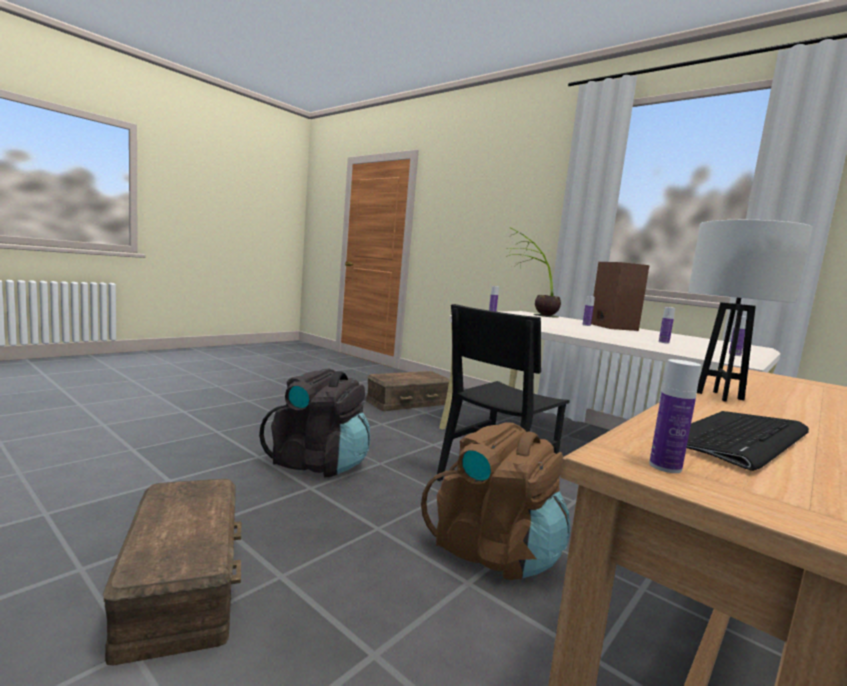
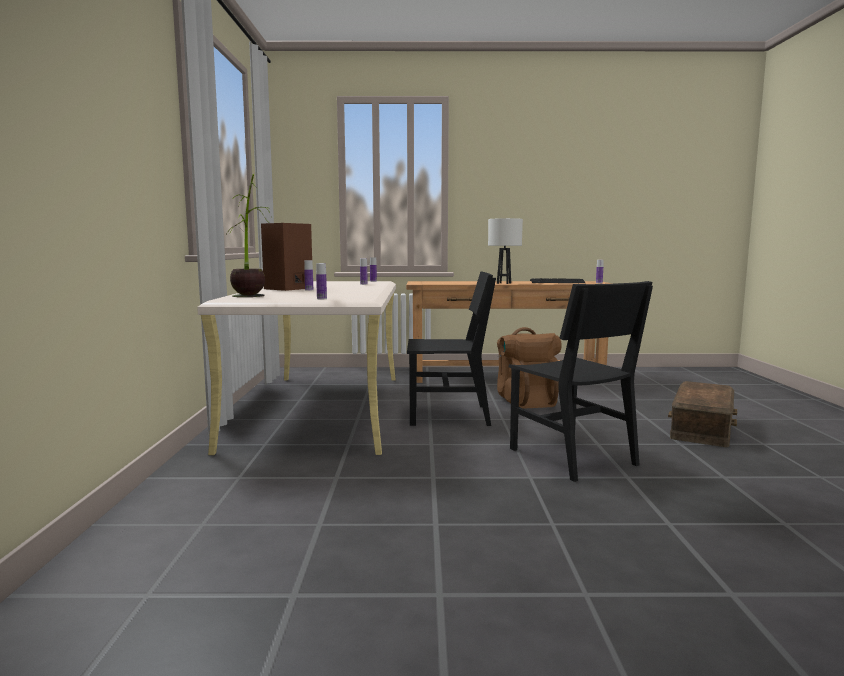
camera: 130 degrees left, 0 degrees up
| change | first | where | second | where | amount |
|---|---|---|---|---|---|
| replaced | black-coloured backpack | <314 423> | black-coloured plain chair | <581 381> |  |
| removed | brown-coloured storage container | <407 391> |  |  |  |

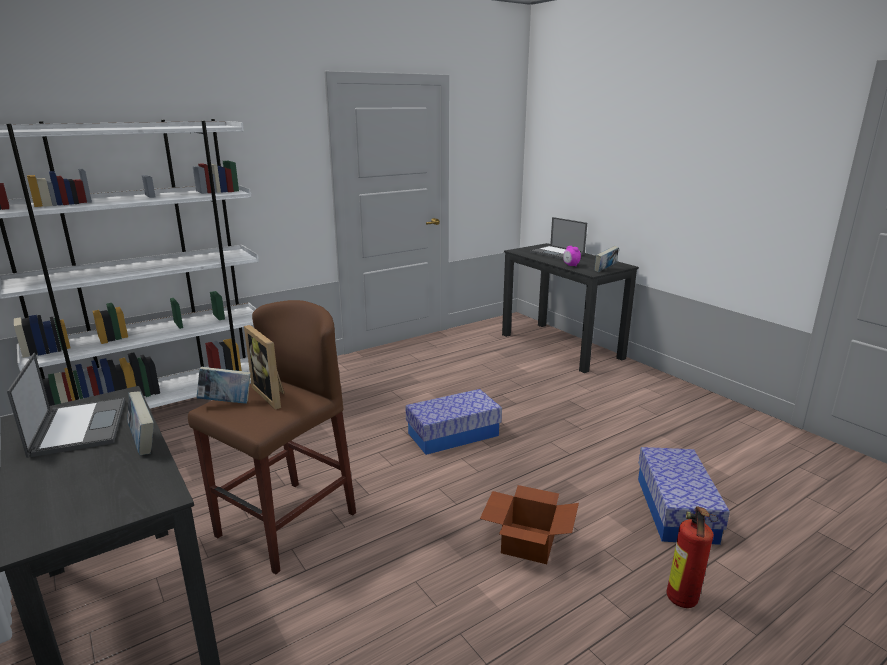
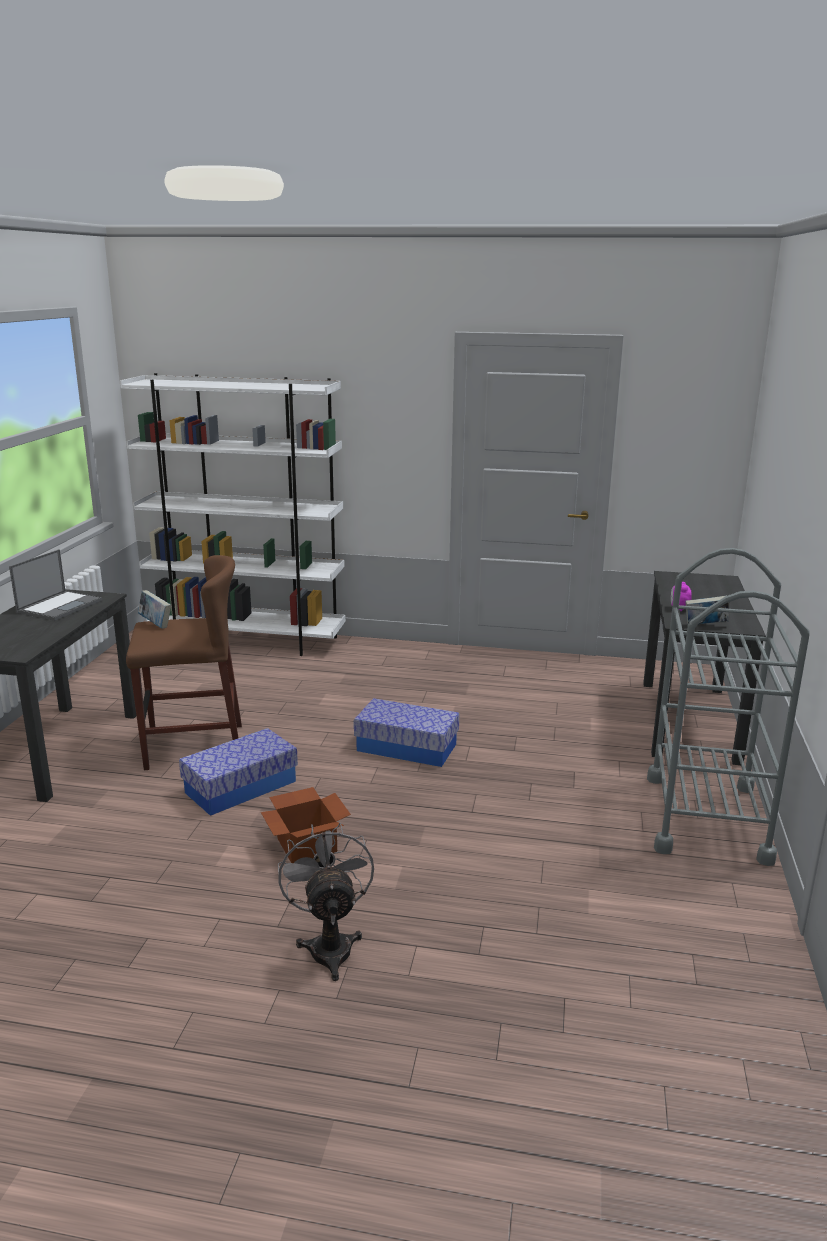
camera: 45 degrees right, 0 degrees up
| change | first | where | second | where | amount |
|---|---|---|---|---|---|
| removed | laptop | <558 238> |  |  |  |
| removed | picture frame | <264 367> |  |  |  |
| removed | book | <140 423> |  |  |  |
| moved | storage container | <684 496> |  | <238 772> |  |
| replaced | fire extinguisher | <692 557> | grey electric fan | <326 902> |  |
| added |  |  | grey trolley | <728 707> |  |

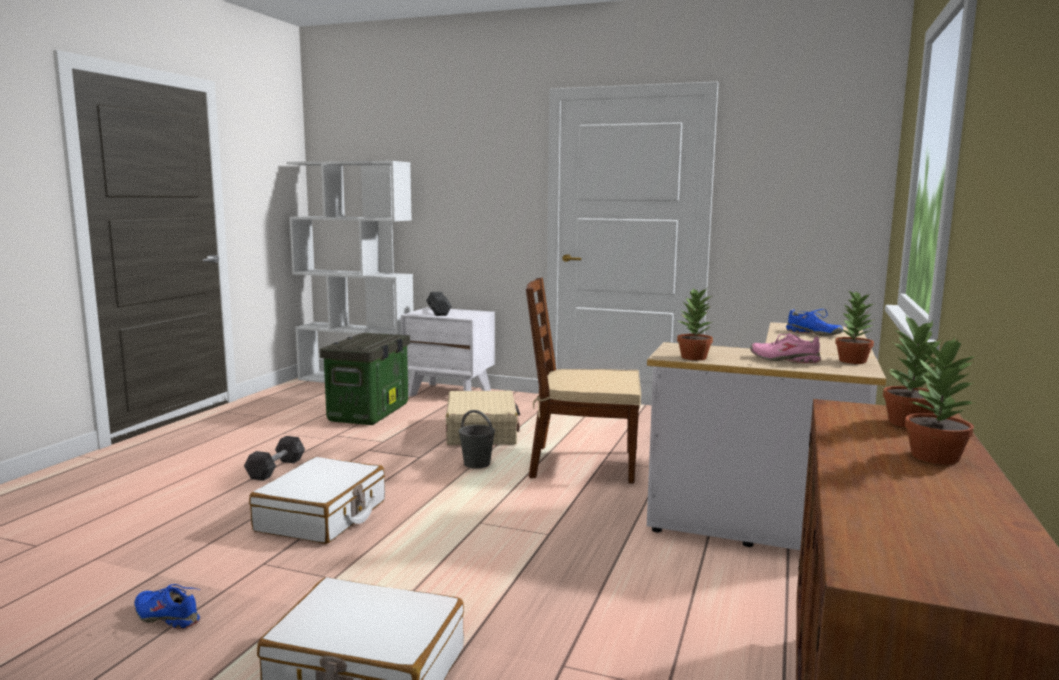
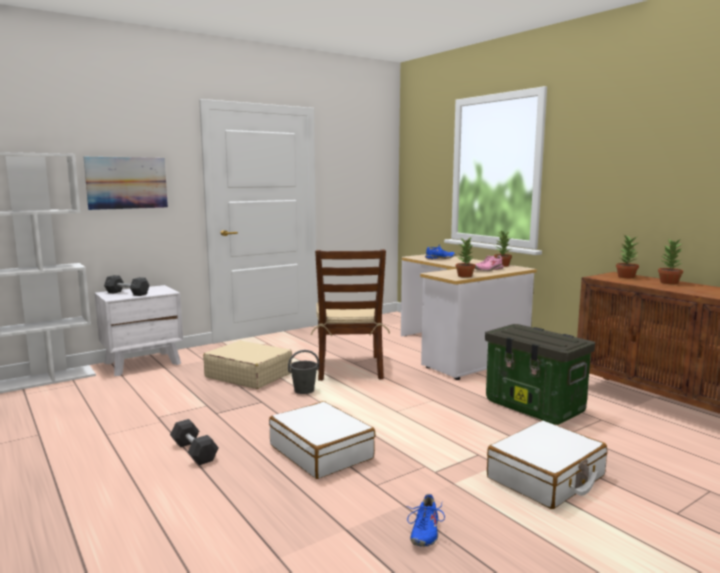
camera: 55 degrees left, 0 degrees up
| change | first | where | second | where | amount |
|---|---|---|---|---|---|
| turned | brown-coloured plain chair | <583 380> |  | <350 315> | 45 degrees counterclockwise |
| moved | storage container | <365 379> |  | <540 374> |  |
| turned | blue shoe | <167 606> |  | <425 520> | 45 degrees counterclockwise |
| added |  |  | wall picture | <126 183> |  |

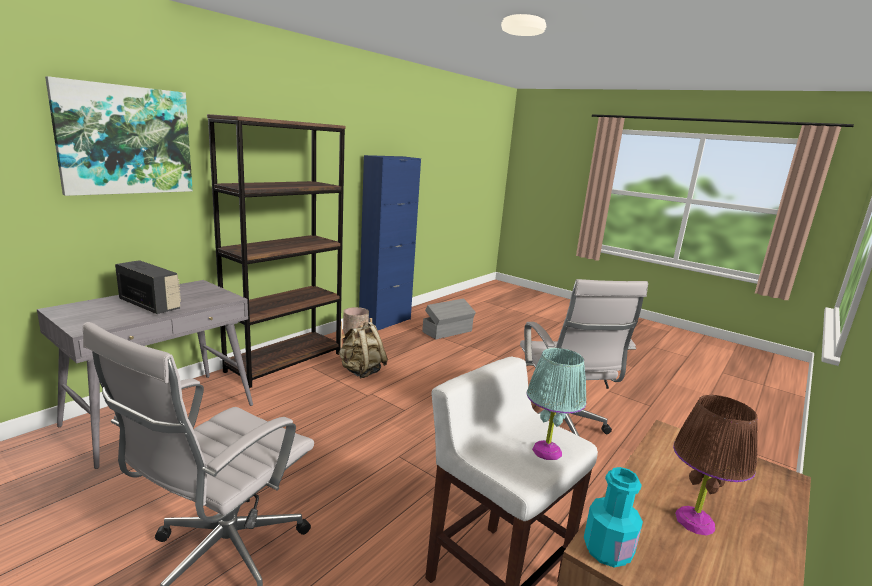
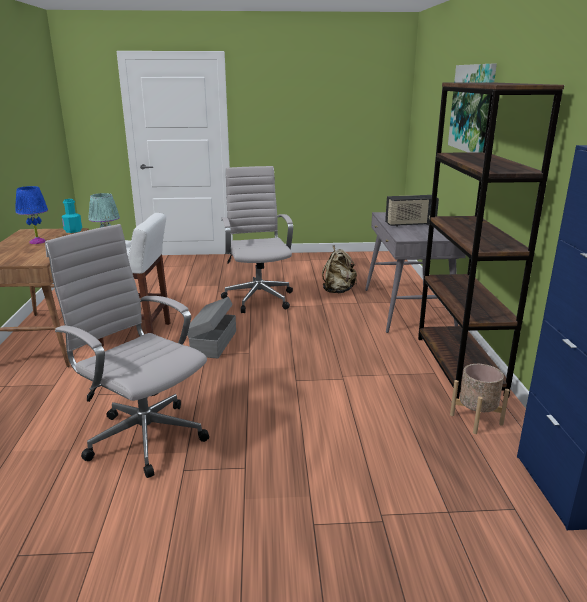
camera: 140 degrees right, 5 degrees up
| change | first | where | second | where | amount |
|---|---|---|---|---|---|
| moved | grey storage container | <449 319> |  | <211 327> |  |
| moved | sand-coloured backpack | <363 350> |  | <339 269> |  |
| recoloured | brown-coloured lamp for a table | <715 465> | blue lamp for a table | <32 215> |  |

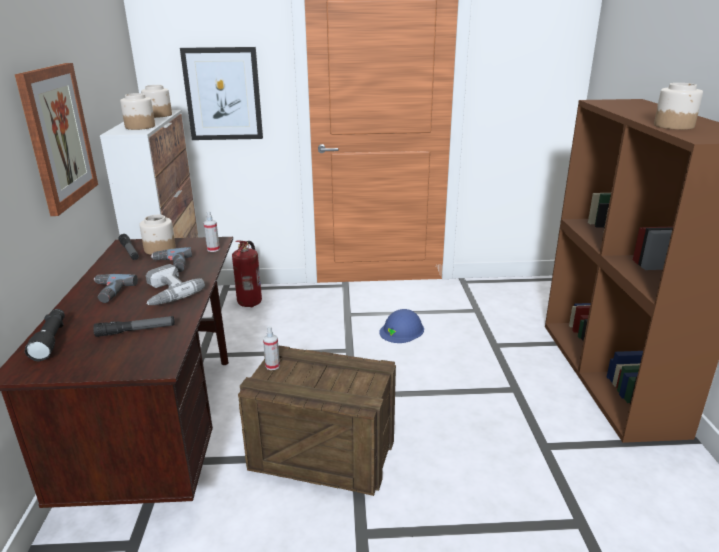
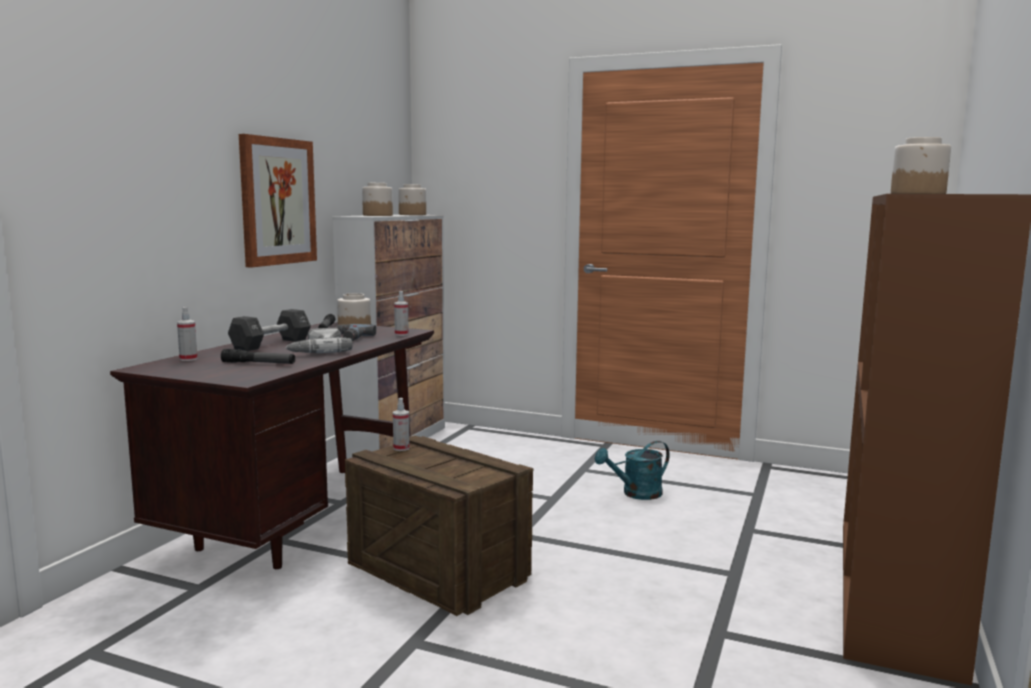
camera: 25 degrees right, 15 degrees down
| change | first | where | second | where | amount |
|---|---|---|---|---|---|
| removed | wall picture | <221 93> |  |  |  |
| removed | fire extinguisher | <247 273> |  |  |  |
| replaced | drill | <116 288> | black-coloured hand weight | <269 330> |  |
| replaced | black-coloured flashlight | <45 335> | hand sprayer | <187 334> |  |
| replaced | blue work helmet | <401 326> | turquoise watering pot | <632 470> |  |

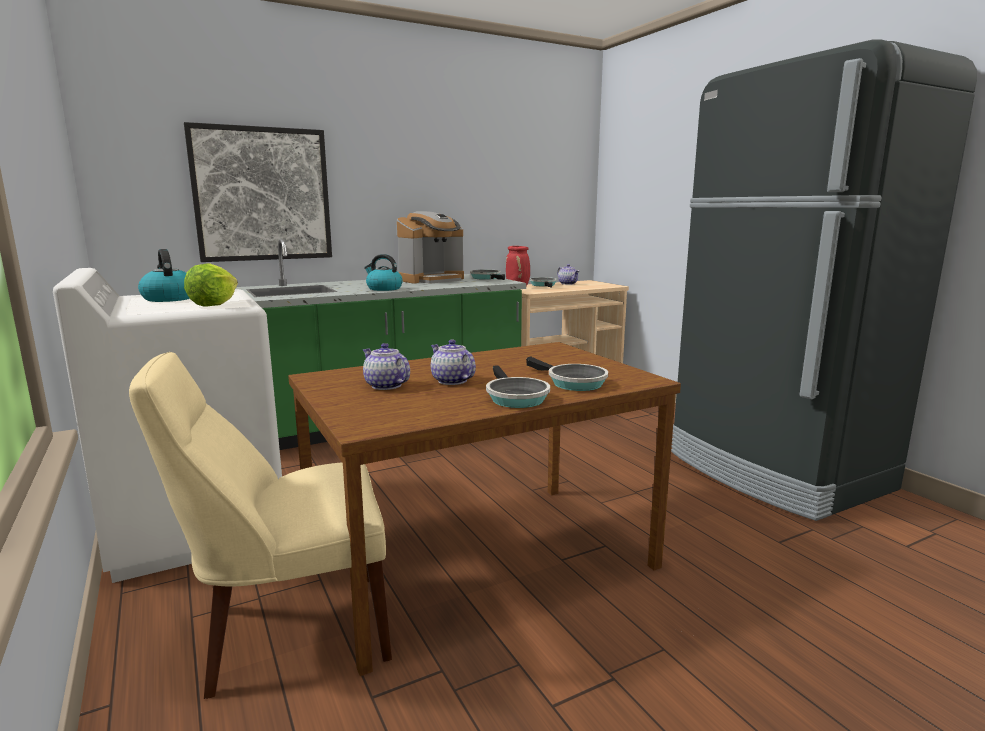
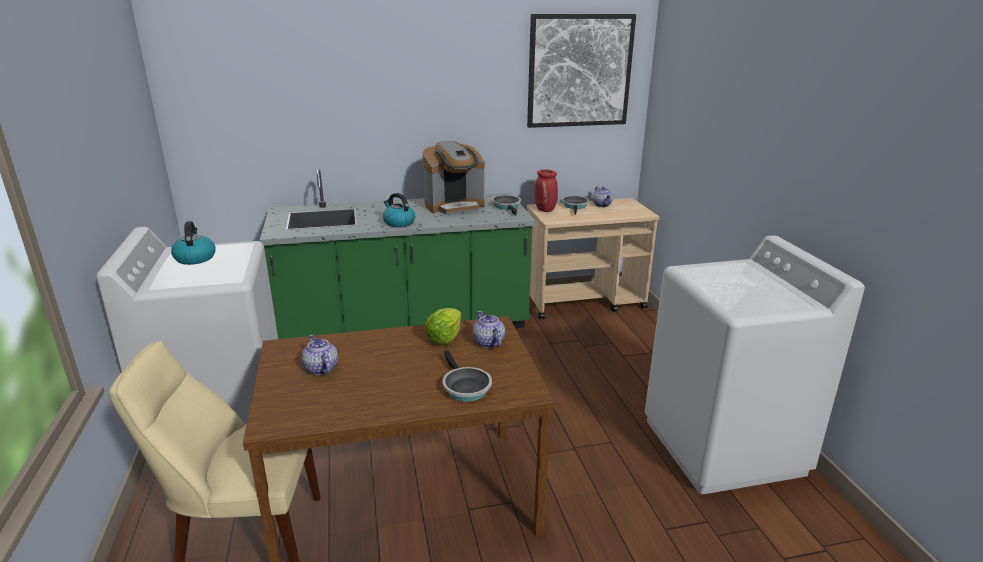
camera: 15 degrees right, 10 degrees up
| change | first | where | second | where | amount |
|---|---|---|---|---|---|
| replaced | black-coloured refrigerator | <824 280> | white-coloured washing machine | <755 364> |  |
| moved | wall picture | <258 192> |  | <581 71> |  |
| moved | lettuce | <211 285> |  | <443 326> |  |
| moved | pot for tea | <453 362> |  | <489 329> |  |
| removed | pan | <518 386> |  |  |  |

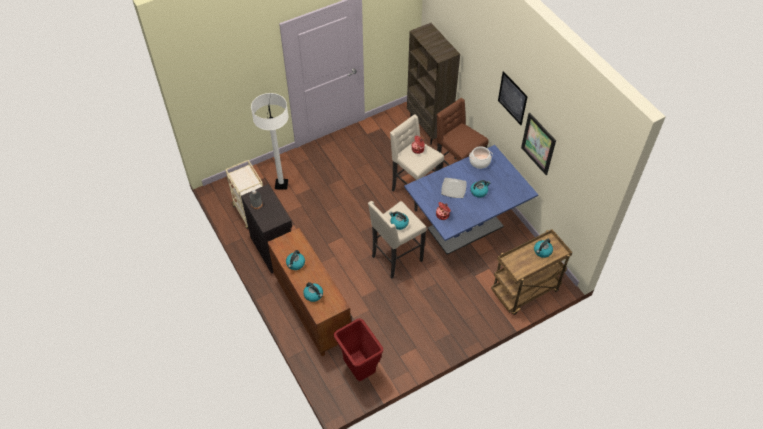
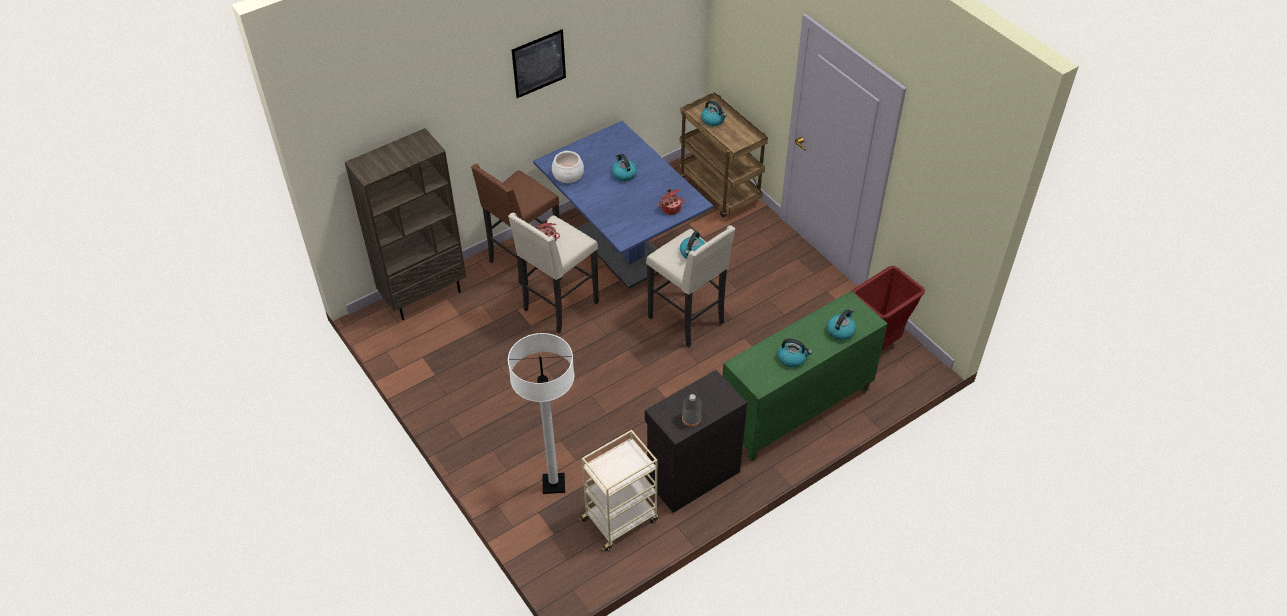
camera: 95 degrees left, 5 degrees down
| change | first | where | second | where | amount |
|---|---|---|---|---|---|
| removed | wall picture | <538 144> |  |  |  |
| removed | plate | <453 188> |  |  |  |
| recoloured | brown-coloured cupboard | <309 292> | green-coloured cupboard | <805 376> |  |

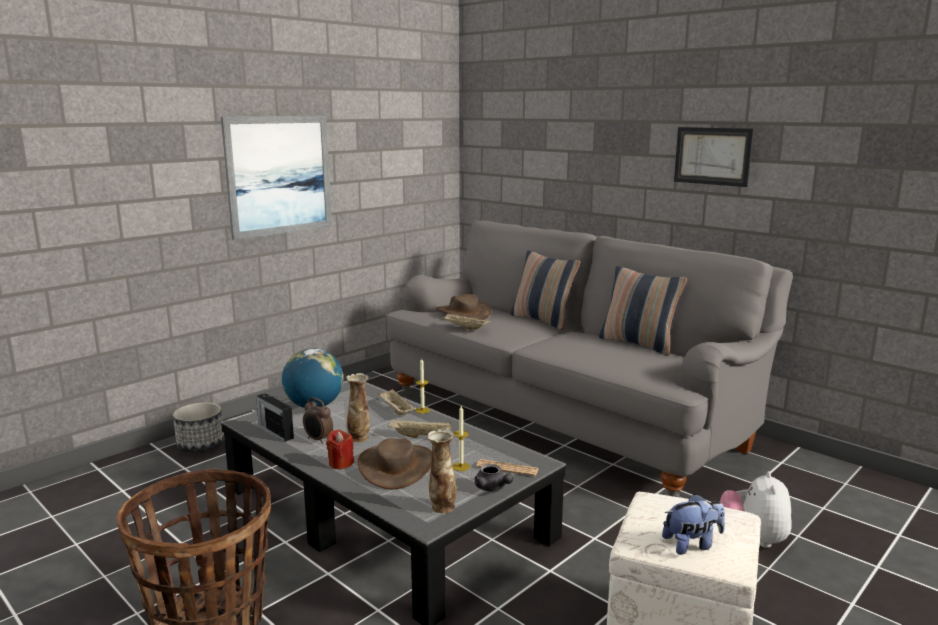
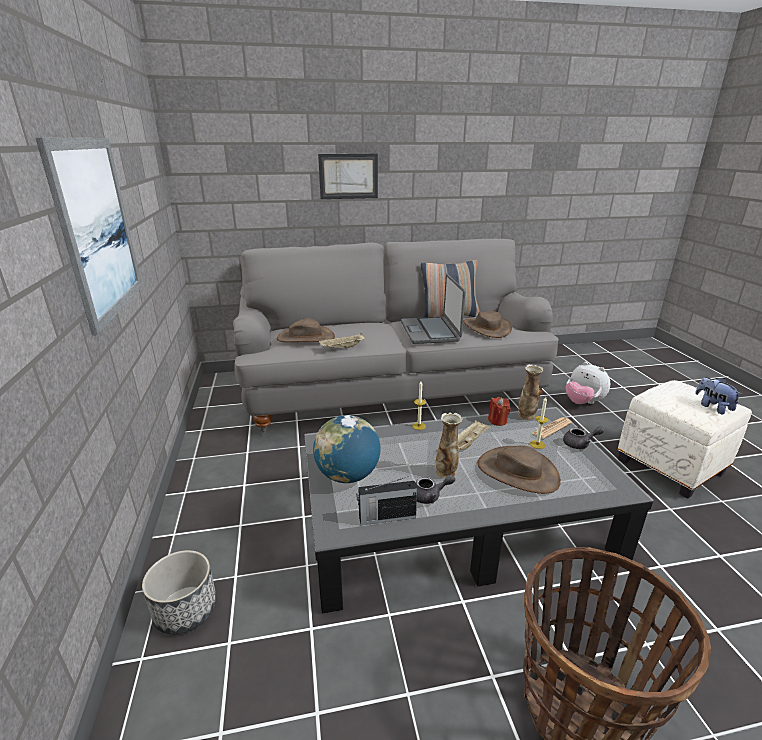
camera: 55 degrees left, 10 degrees up
| change | first | where | second | where | amount |
|---|---|---|---|---|---|
| moved | wall picture | <714 157> |  | <348 176> |  |
| removed | throw pillow | <545 290> |  |  |  |
| removed | sand-coloured serving tray | <397 402> |  |  |  |
| replaced | alarm clock | <318 421> | grey pot for tea | <435 489> |  |
| moved | vase | <442 471> |  | <530 392> |  |
| moved | red candle | <340 449> |  | <499 411> |  |
| turned | soft toy | <693 524> |  | <718 395> | 45 degrees counterclockwise |
| added |  |  | laptop | <433 309> |  |
| added |  |  | brown-coloured wearable hat | <487 324> |  |

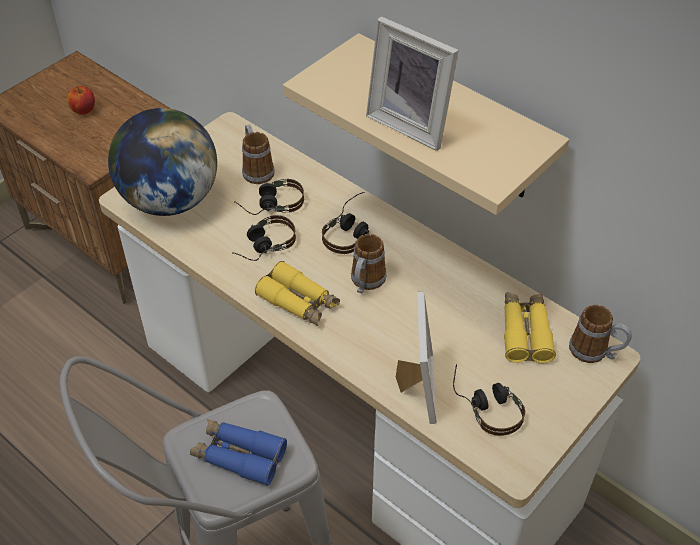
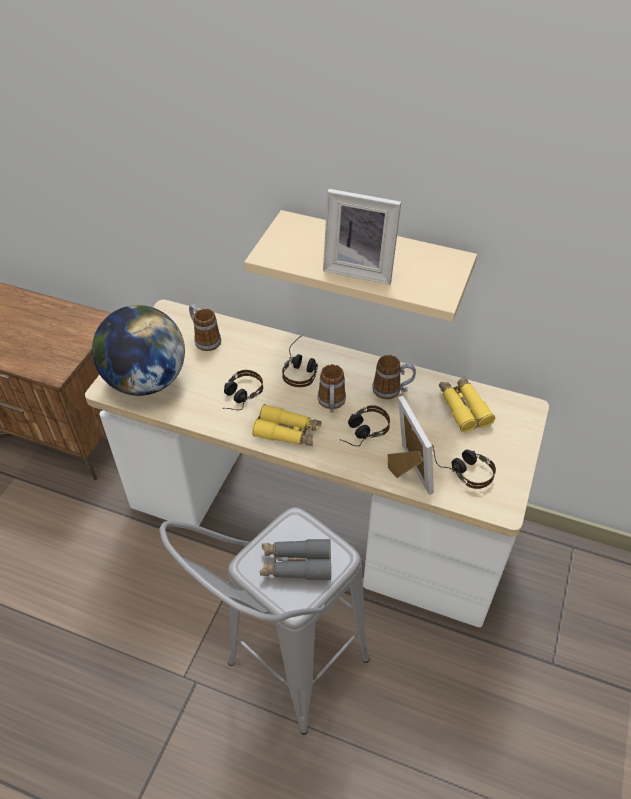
camera: 20 degrees left, 0 degrees up
| change | first | where | second | where | amount |
|---|---|---|---|---|---|
| removed | apple | <81 100> |  |  |  |
| moved | pair of headphones | <269 197> |  | <364 425> |  |
| moved | coffee mug | <600 333> |  | <394 377> |  |
| recoloured | blue field glasses | <238 452> | grey field glasses | <295 559> |  |

